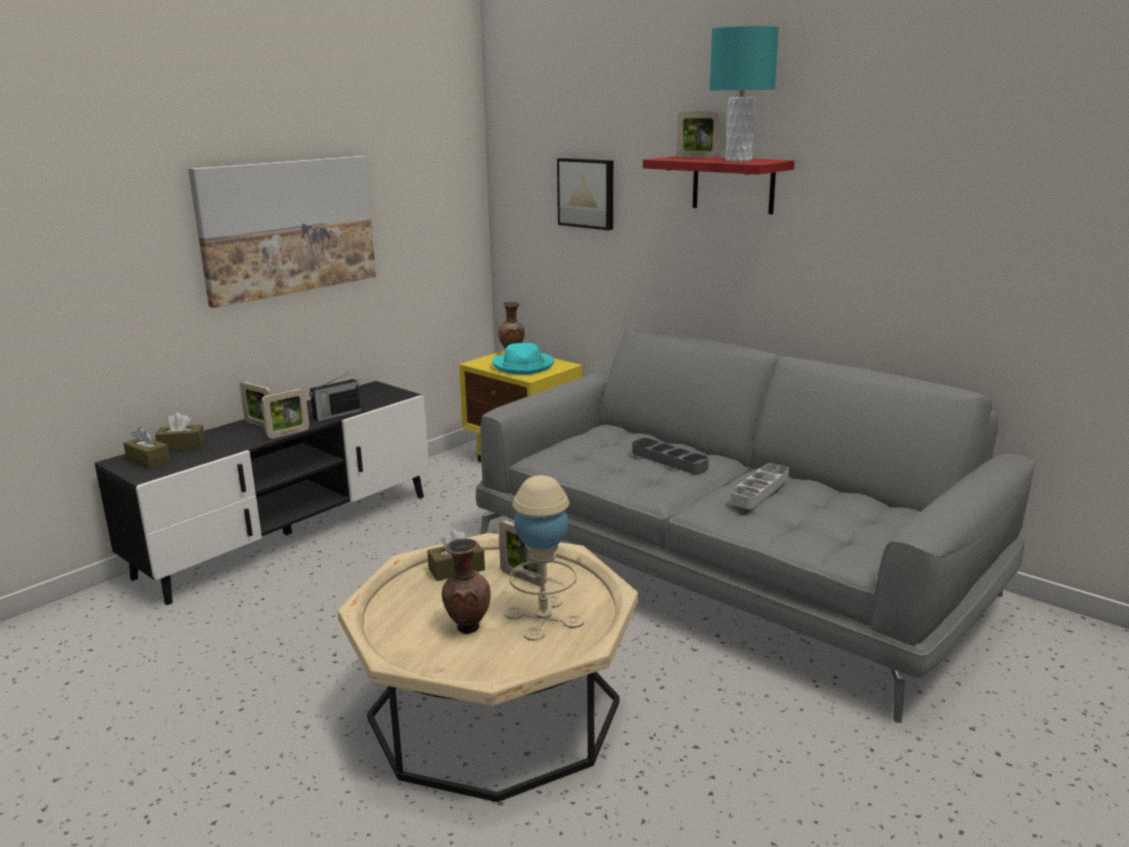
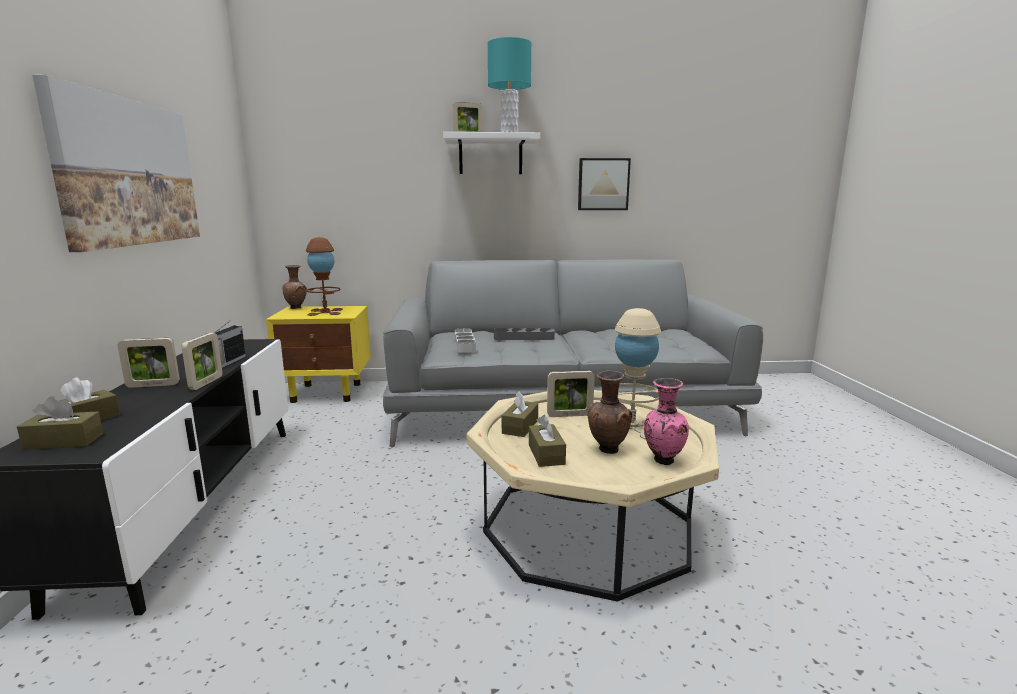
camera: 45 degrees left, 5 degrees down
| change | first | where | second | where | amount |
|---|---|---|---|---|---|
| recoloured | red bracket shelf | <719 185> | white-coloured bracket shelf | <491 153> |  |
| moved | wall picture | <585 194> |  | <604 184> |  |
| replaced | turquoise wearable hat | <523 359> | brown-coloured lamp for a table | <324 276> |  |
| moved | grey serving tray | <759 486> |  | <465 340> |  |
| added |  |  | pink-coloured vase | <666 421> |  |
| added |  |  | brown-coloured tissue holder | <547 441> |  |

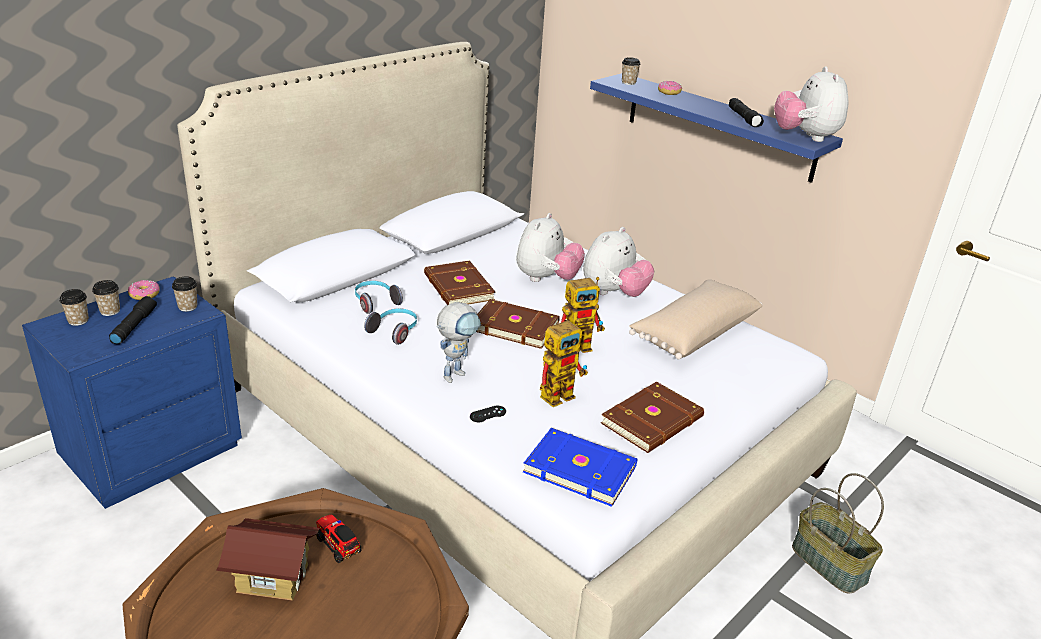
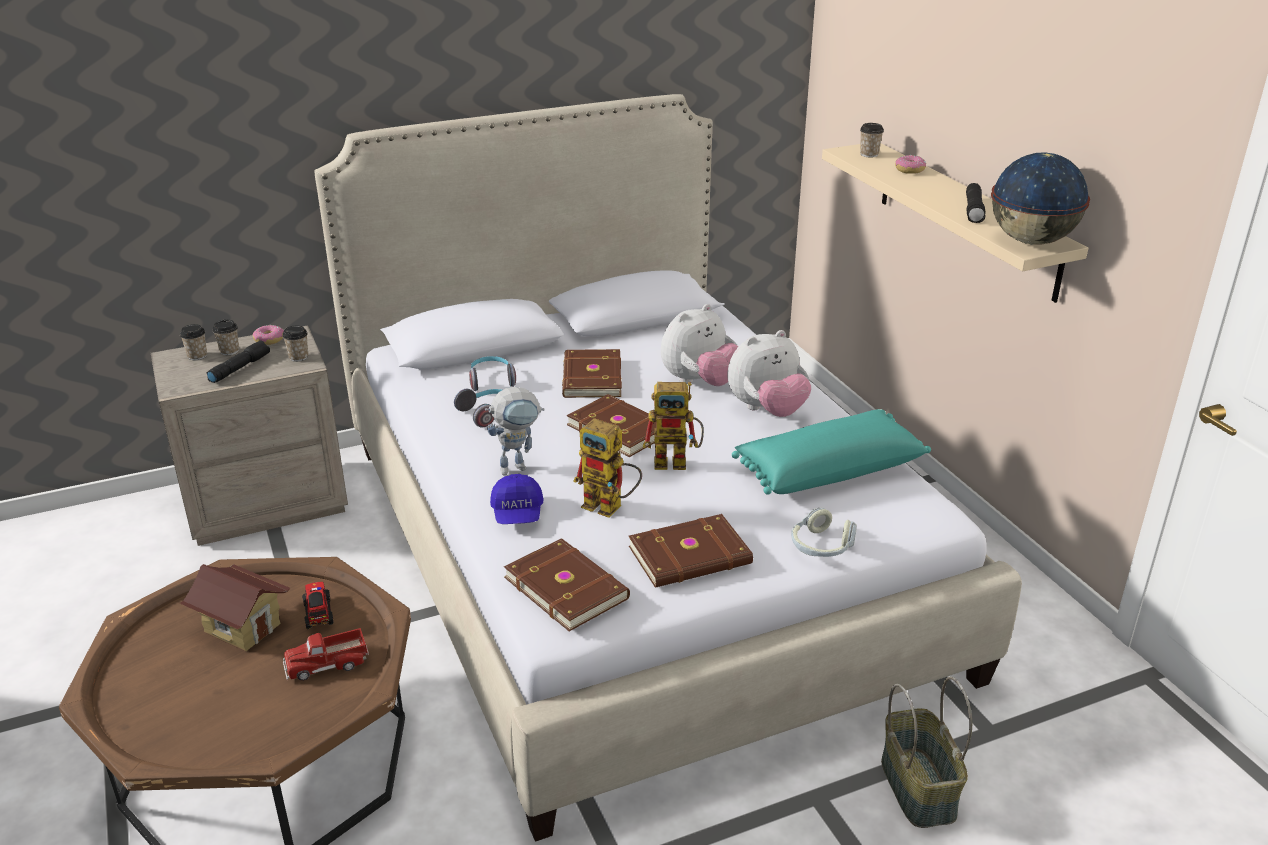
camera: 25 degrees right, 0 degrees up
| change | first | where | second | where | amount |
|---|---|---|---|---|---|
| replaced | soft toy | <811 104> | globe | <1040 198> |  |
| recoloured | blue bracket shelf | <716 128> | sand-coloured bracket shelf | <955 223> |  |
| recoloured | blue nightstand | <132 392> | sand-coloured nightstand | <249 435> |  |
| recoloured | sand-coloured throw pillow | <696 319> | turquoise throw pillow | <831 452> |  |
| turned | robot figure | <564 363> |  | <607 468> | 45 degrees clockwise |
| replaced | black-coloured gamepad | <488 414> | blue peaked cap | <516 499> |  |
| recoloured | blue book | <580 467> | brown-coloured book | <567 584> |  |
| added |  |  | pair of headphones | <824 532> |  |
| added |  |  | toy truck | <326 654> |  |

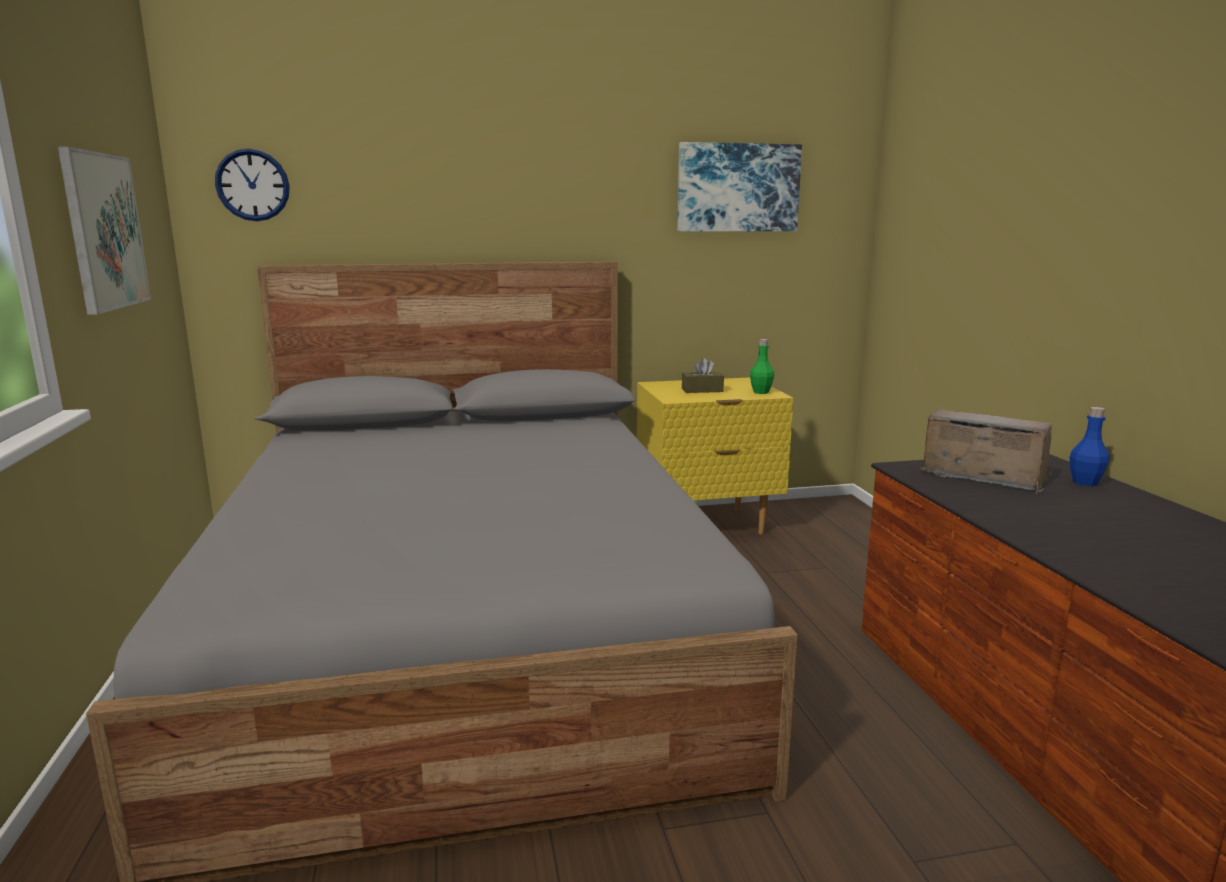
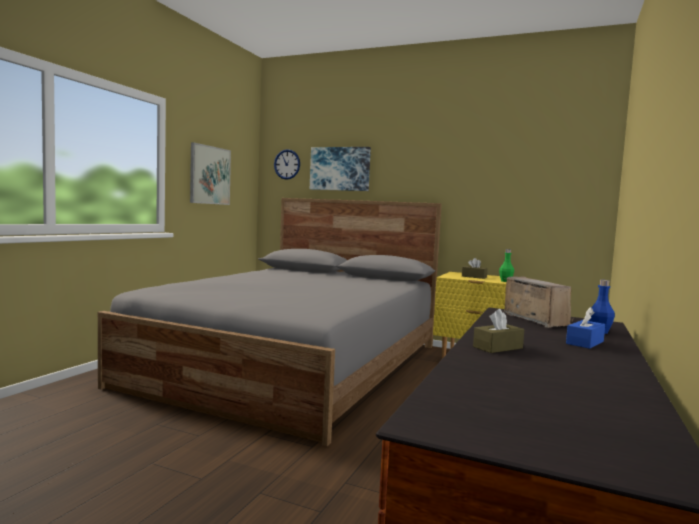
camera: 35 degrees right, 10 degrees down
| change | first | where | second | where | amount |
|---|---|---|---|---|---|
| moved | wall picture | <739 187> |  | <340 169> |  |
| added |  |  | blue tissue holder | <585 328> |  |
| added |  |  | brown-coloured tissue holder | <498 331> |  |

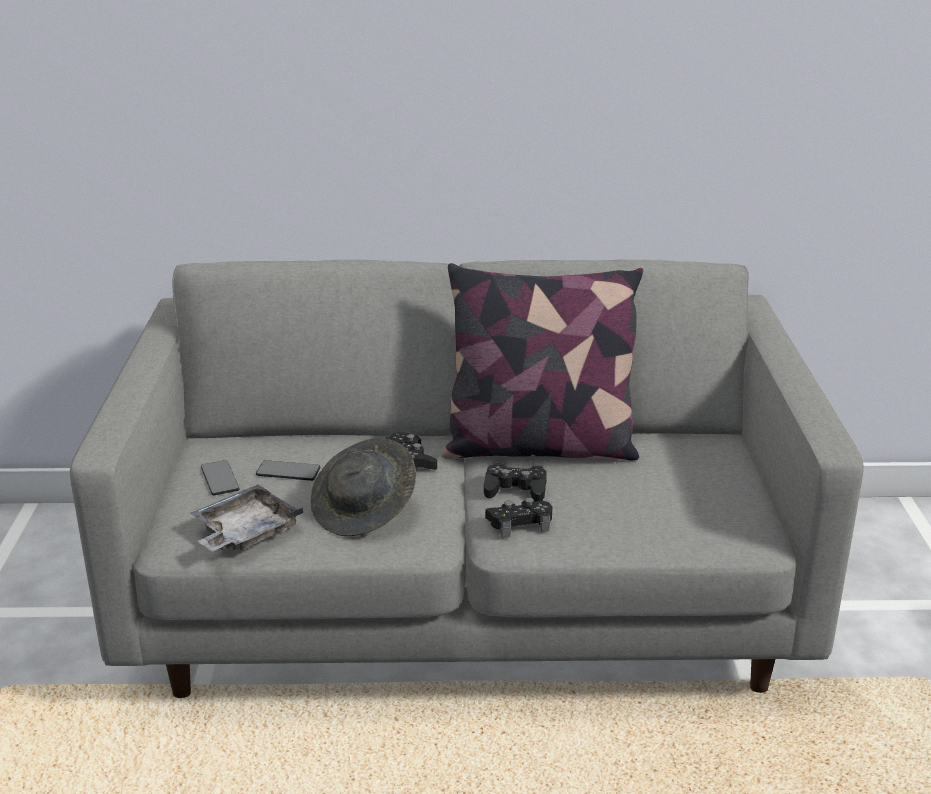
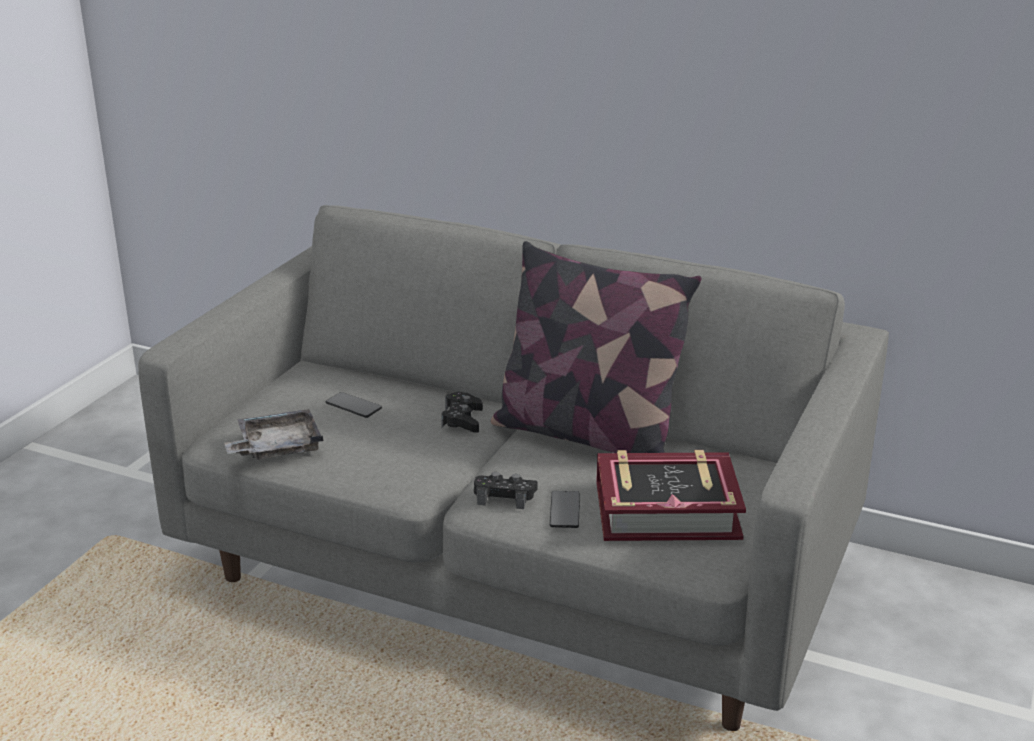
camera: 25 degrees right, 0 degrees up
| change | first | where | second | where | amount |
|---|---|---|---|---|---|
| removed | grey wearable hat | <363 487> |  |  |  |
| moved | phone | <220 477> |  | <565 509> |  |
| removed | black-coloured gamepad | <515 482> |  |  |  |
| added |  |  | book | <671 495> |  |

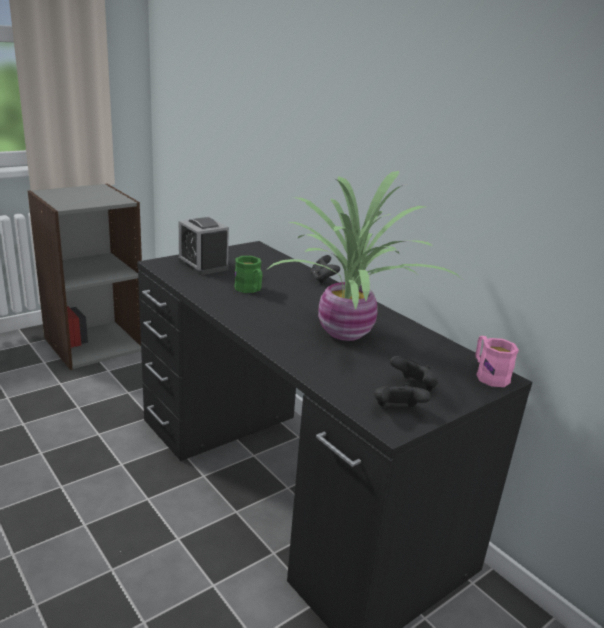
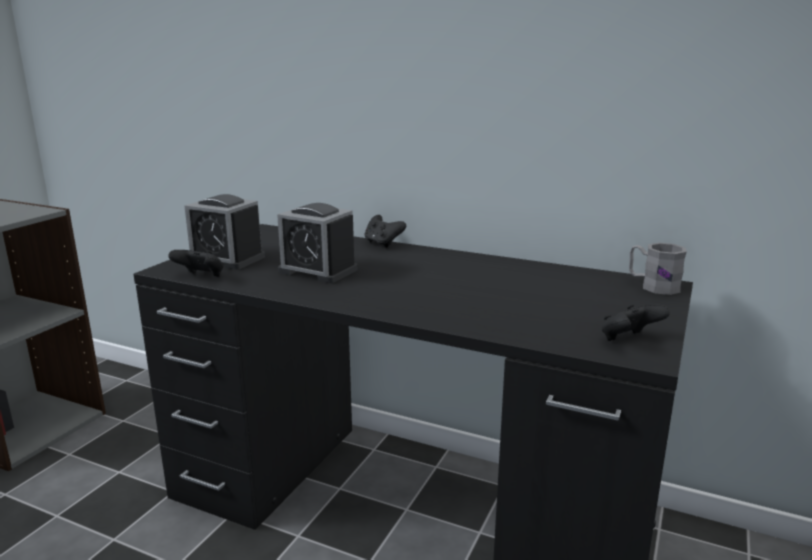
camera: 25 degrees left, 5 degrees down
| change | first | where | second | where | amount |
|---|---|---|---|---|---|
| removed | potted plant | <365 256> |  |  |  |
| replaced | green-coloured coffee mug | <248 274> | alarm clock | <317 243> |  |
| recoloured | pink-coloured coffee mug | <497 361> | grey coffee mug | <658 269> |  |
| moved | black-coloured gamepad | <414 373> |  | <196 263> |  |

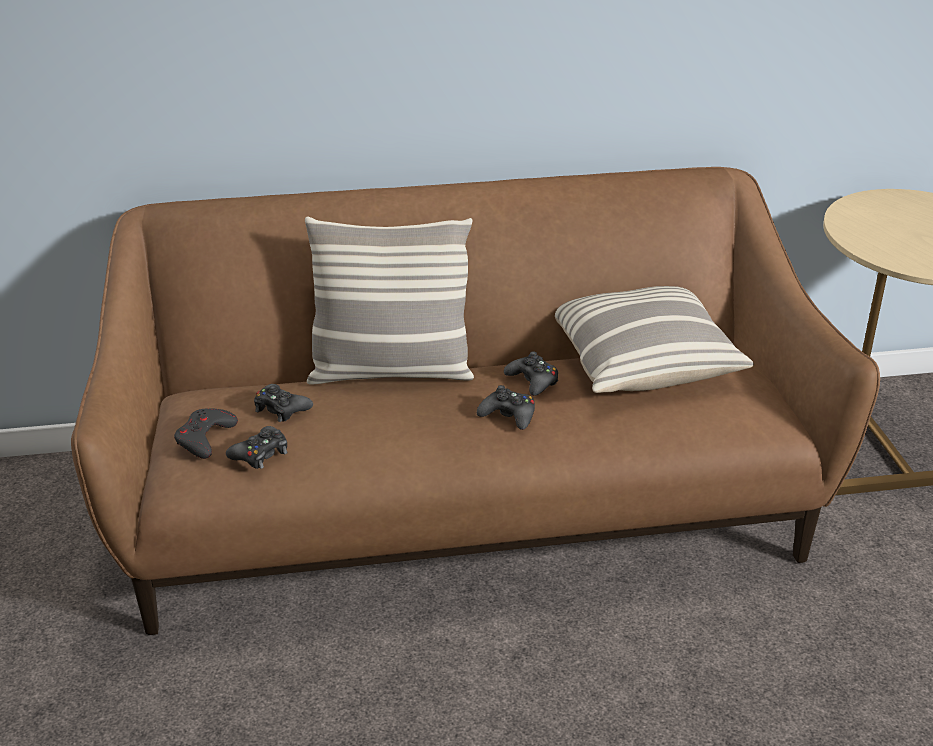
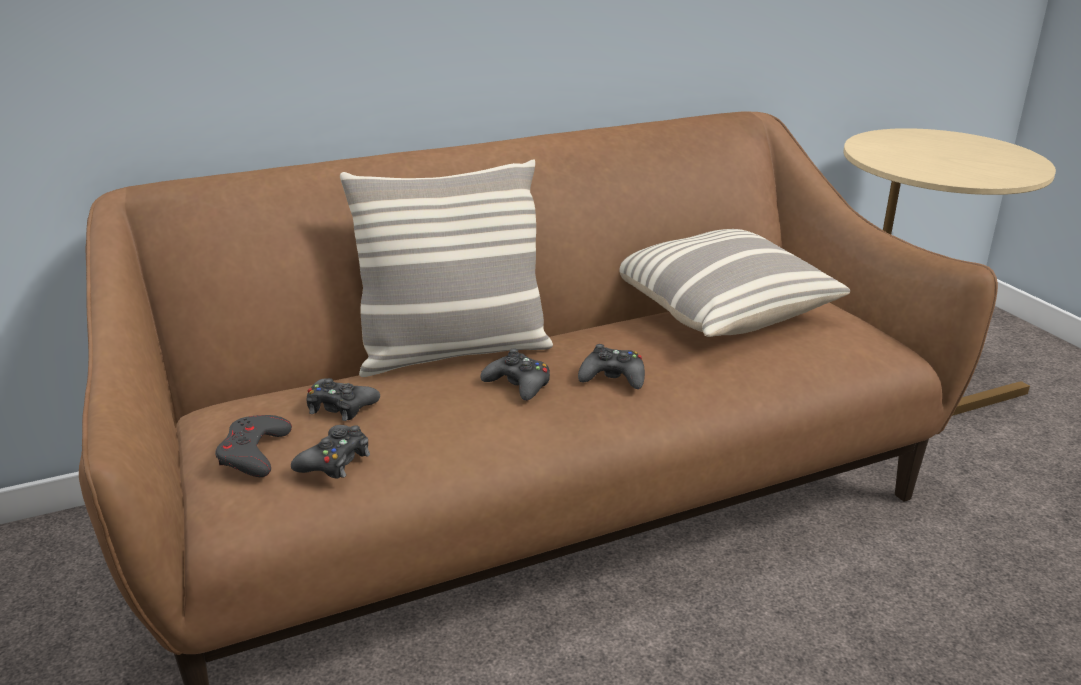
camera: 15 degrees left, 5 degrees down
| change | first | where | second | where | amount |
|---|---|---|---|---|---|
| moved | black-coloured gamepad | <531 373> |  | <515 374> |  |

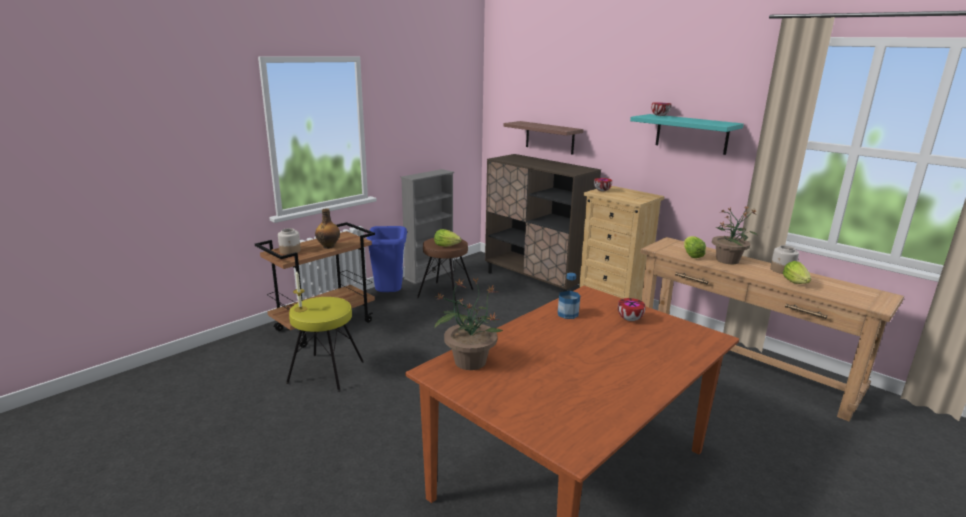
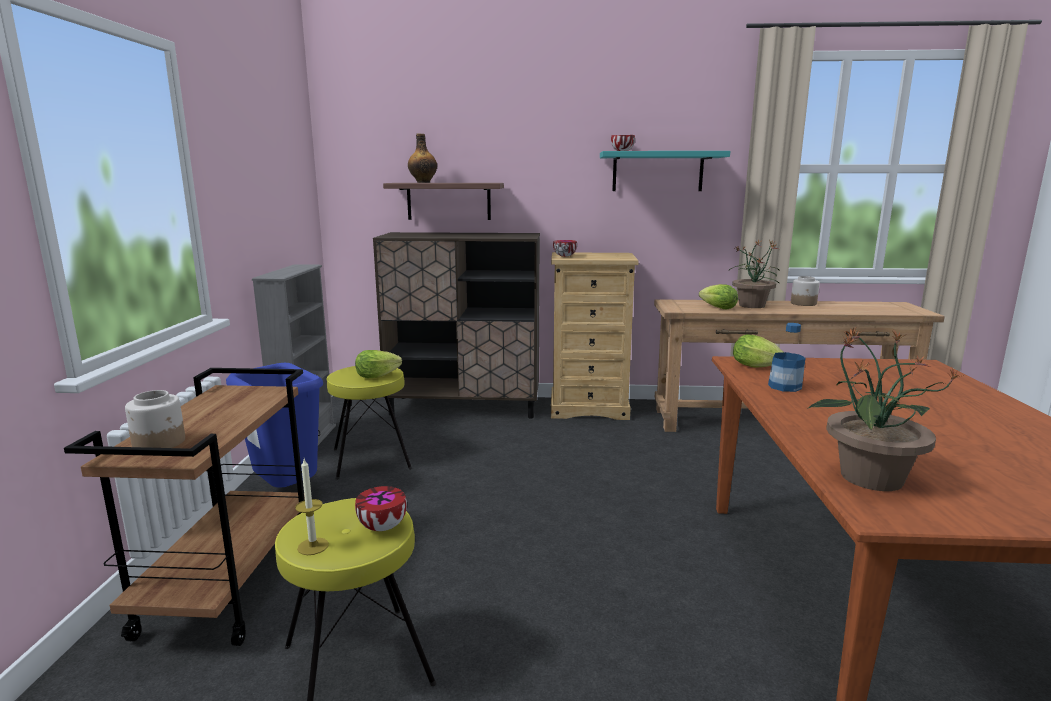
camera: 40 degrees left, 5 degrees down
| change | first | where | second | where | amount |
|---|---|---|---|---|---|
| moved | beverage bottle | <327 228> |  | <422 158> |  |
| recoloured | brown-coloured stool seat | <445 272> | yellow stool seat | <369 423> |  |
| moved | lettuce | <797 272> |  | <758 351> |  |
| moved | deep dish | <631 309> |  | <381 508> |  |

